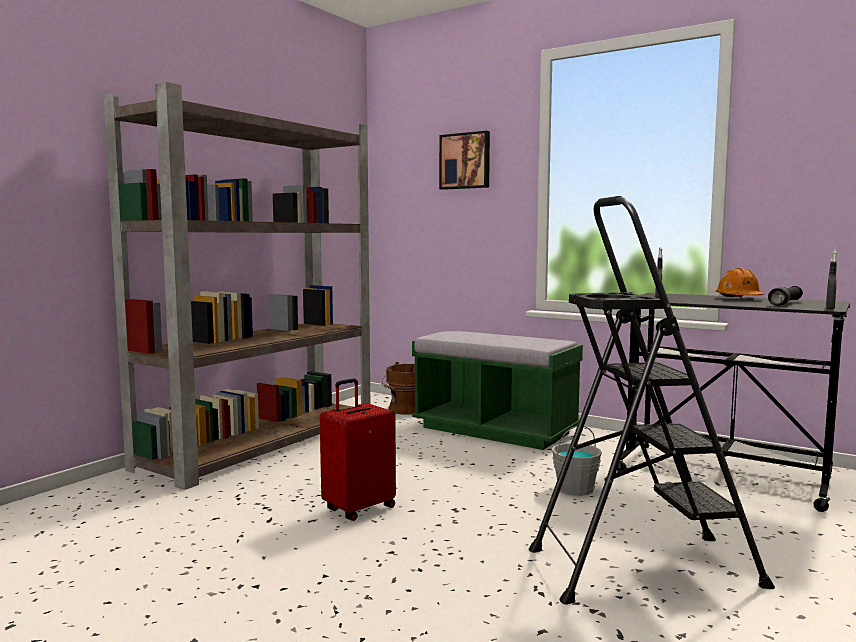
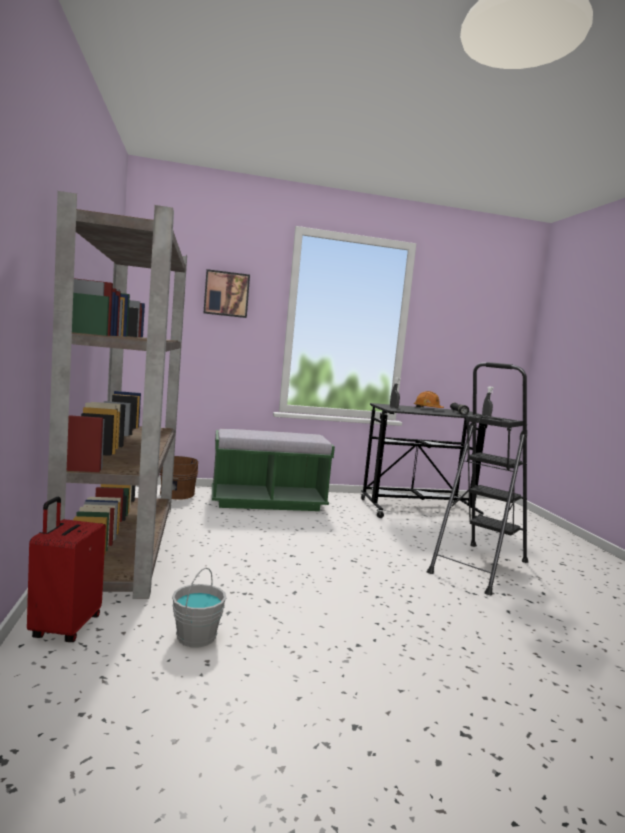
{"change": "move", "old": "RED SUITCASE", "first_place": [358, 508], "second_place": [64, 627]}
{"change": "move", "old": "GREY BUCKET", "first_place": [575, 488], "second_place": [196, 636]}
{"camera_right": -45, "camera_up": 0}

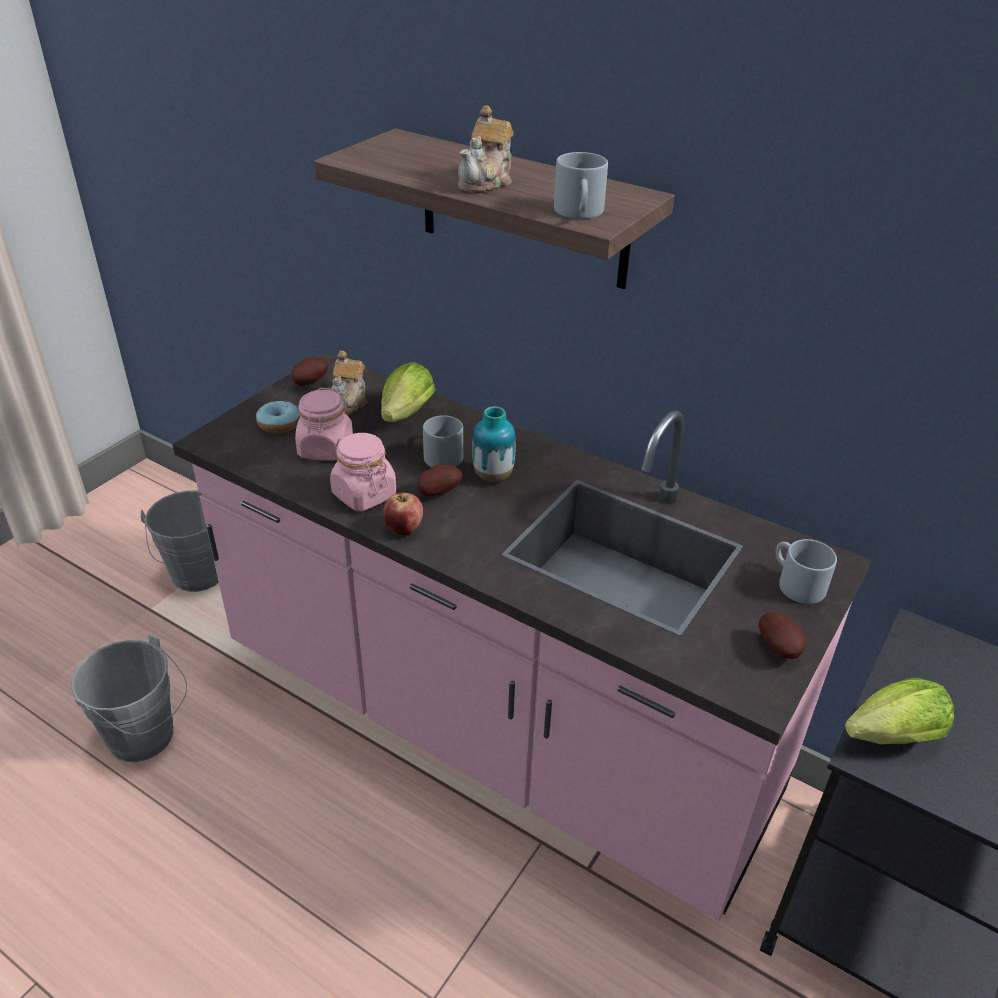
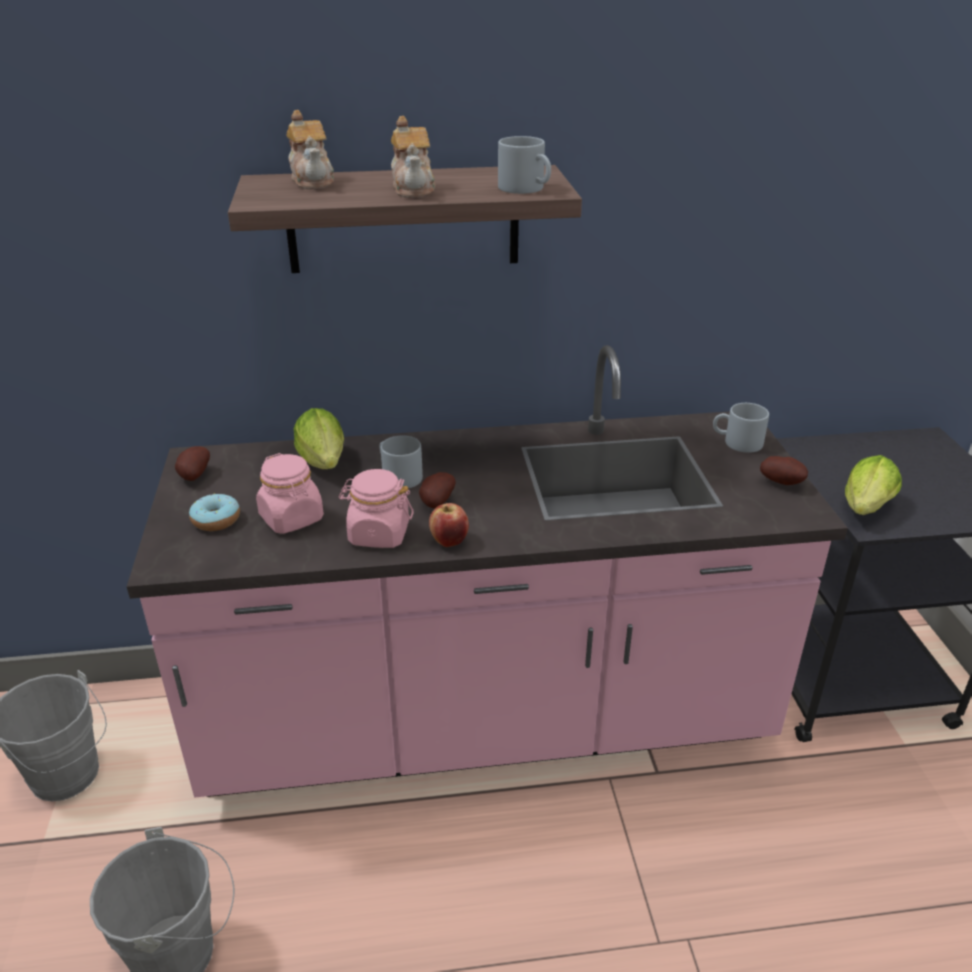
{"change": "move", "old": "TEAPOT", "first_place": [348, 403], "second_place": [313, 181]}
{"change": "delete", "old": "VASE", "first_place": [493, 476]}
{"camera_right": -40, "camera_up": -5}

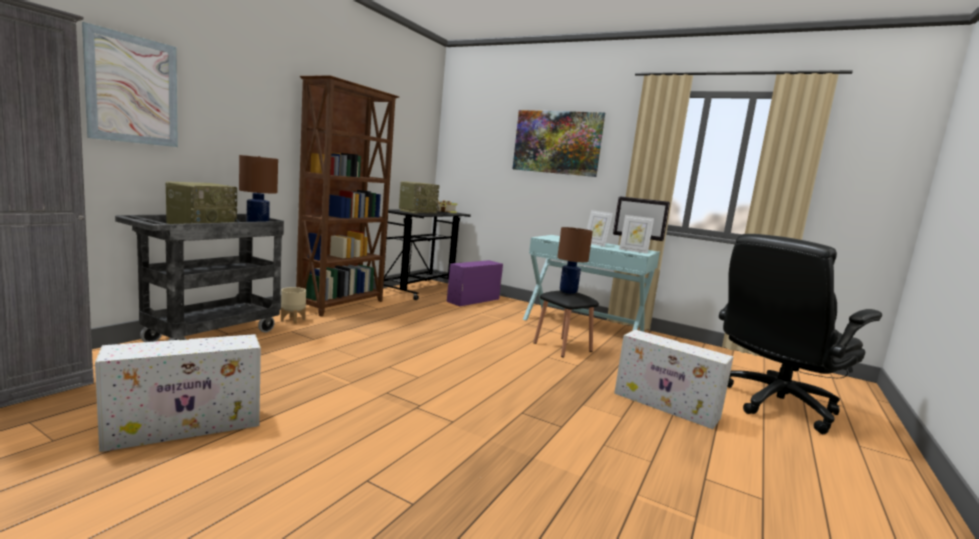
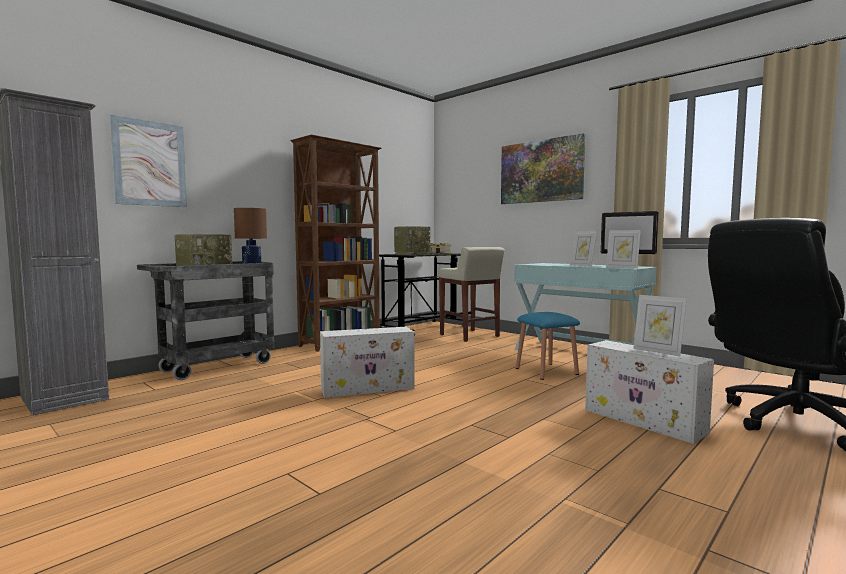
{"change": "move", "old": "WHITE STORAGE BOX", "first_place": [187, 427], "second_place": [369, 388]}
{"change": "delete", "old": "BEIGE PLANTER", "first_place": [293, 320]}
{"change": "replace", "old": "PURPLE STORAGE BOX", "new": "BEIGE STOOL", "first_place": [473, 300], "second_place": [470, 336]}
{"change": "recolor", "old": "BLACK STOOL", "new": "BLUE STOOL", "first_place": [562, 347], "second_place": [546, 371]}
{"change": "delete", "old": "BROWN TABLE LAMP", "first_place": [567, 292]}
{"change": "insert", "new": "PICTURE FRAME", "second_place": [657, 351]}
{"camera_right": 15, "camera_up": -5}

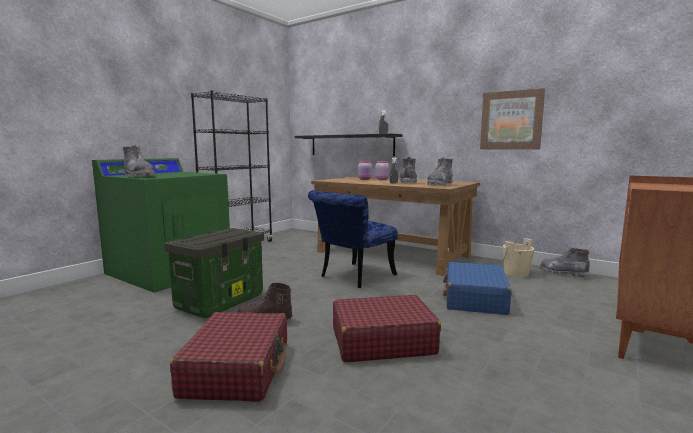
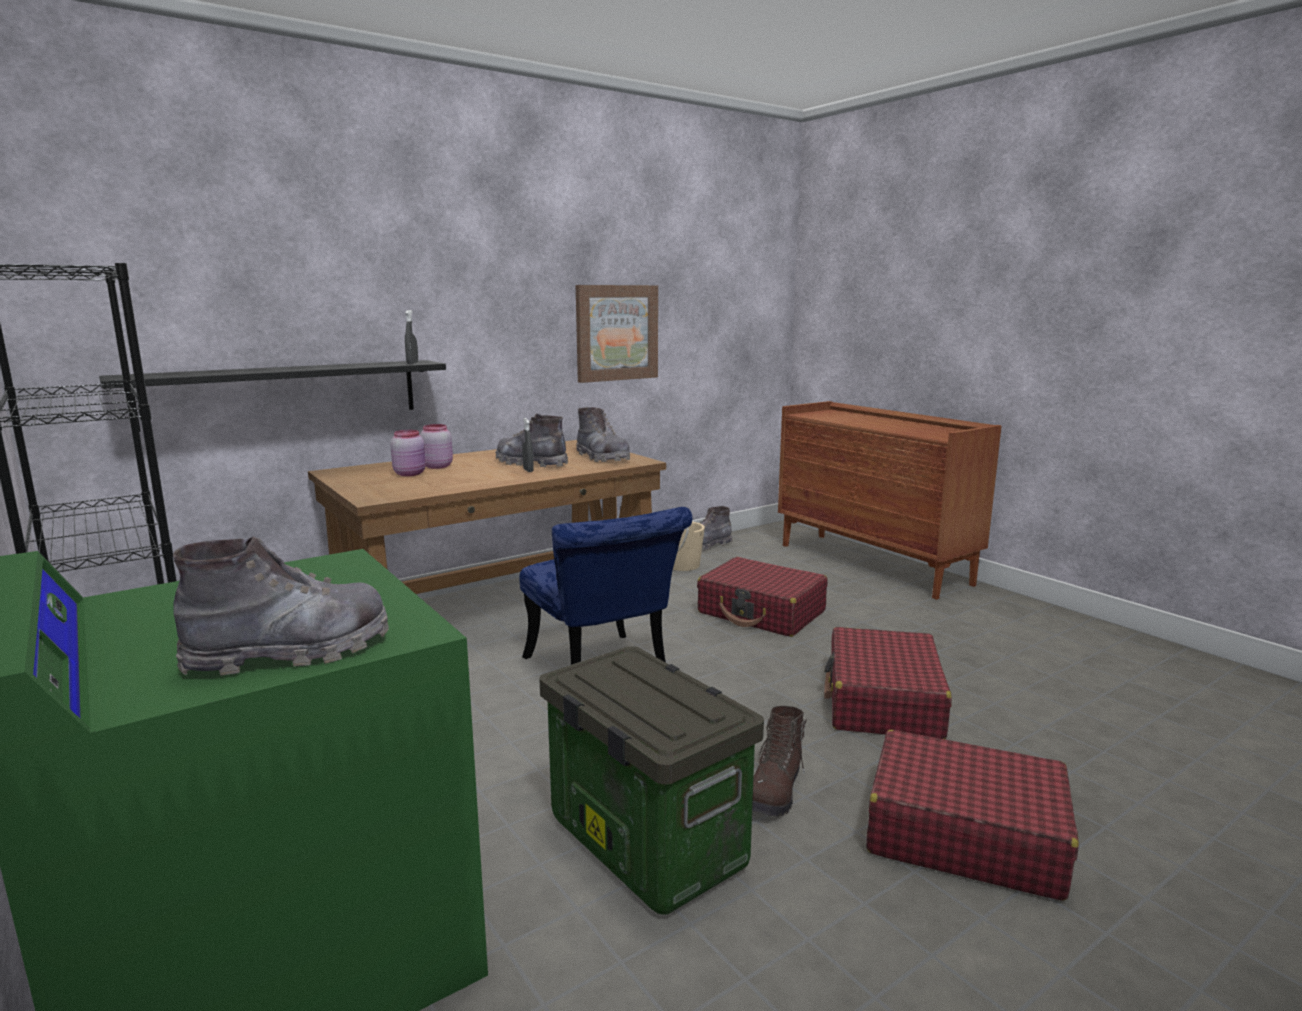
{"change": "recolor", "old": "BLUE SUITCASE", "new": "RED SUITCASE", "first_place": [475, 298], "second_place": [761, 612]}
{"camera_right": -70, "camera_up": 5}

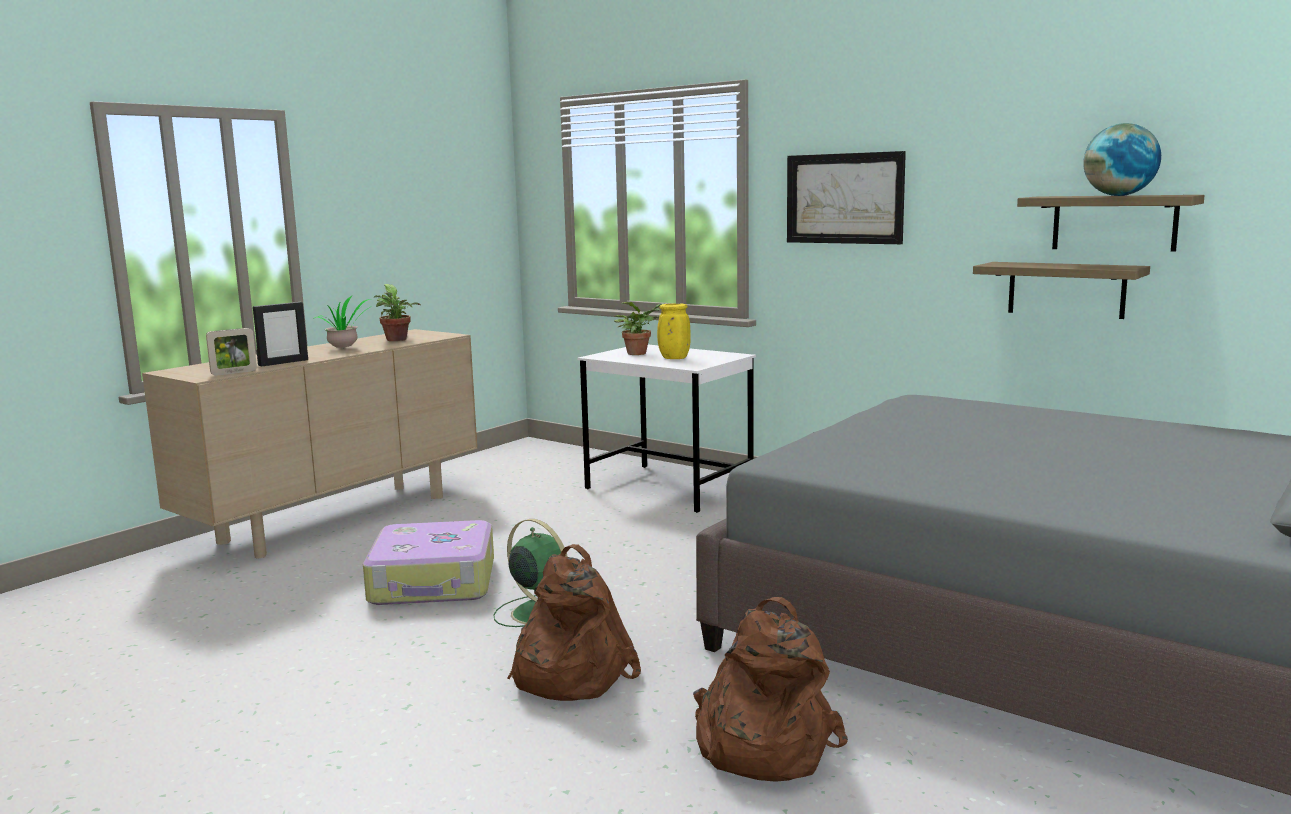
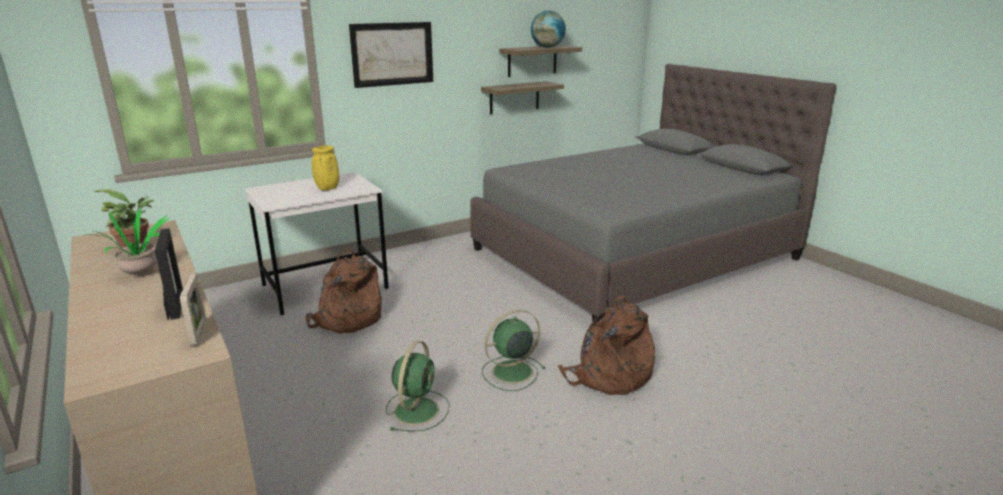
{"change": "replace", "old": "SUITCASE", "new": "GREEN FAN", "first_place": [434, 582], "second_place": [417, 409]}
{"change": "delete", "old": "POTTED PLANT", "first_place": [639, 353]}
{"change": "move", "old": "BROWN BACKPACK", "first_place": [760, 745], "second_place": [347, 319]}
{"camera_right": -70, "camera_up": 10}

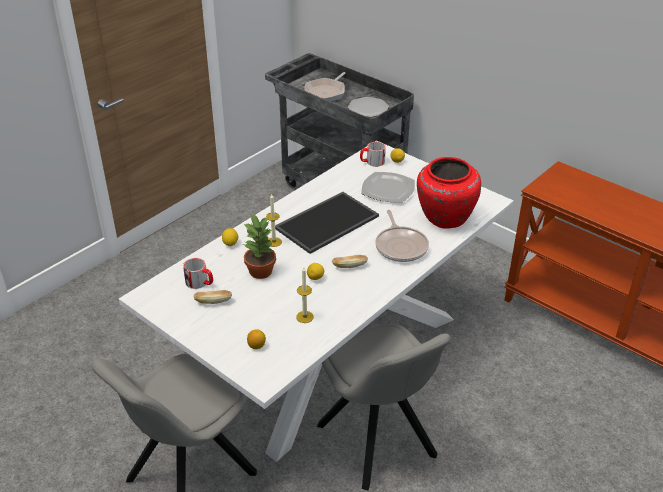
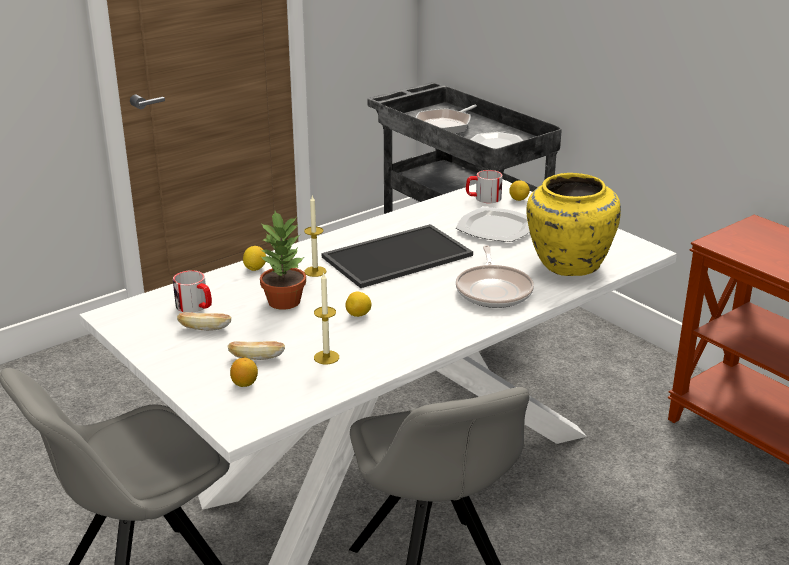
{"change": "move", "old": "BREAD", "first_place": [349, 266], "second_place": [256, 358]}
{"change": "recolor", "old": "RED VASE", "new": "YELLOW VASE", "first_place": [444, 218], "second_place": [567, 265]}
{"camera_right": 10, "camera_up": -10}

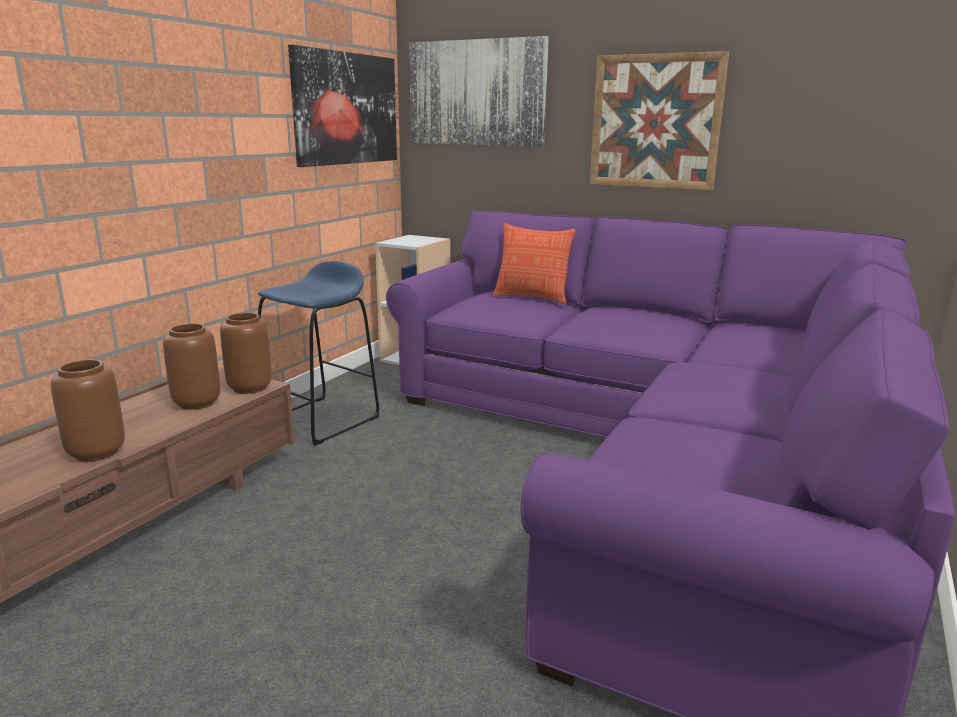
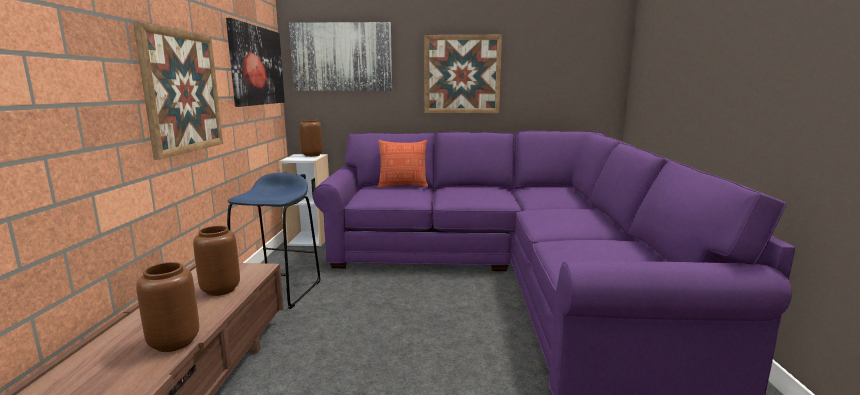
{"change": "move", "old": "BROWN VASE", "first_place": [249, 388], "second_place": [312, 155]}
{"change": "insert", "new": "PICTURE", "second_place": [183, 92]}
{"camera_right": -25, "camera_up": -5}

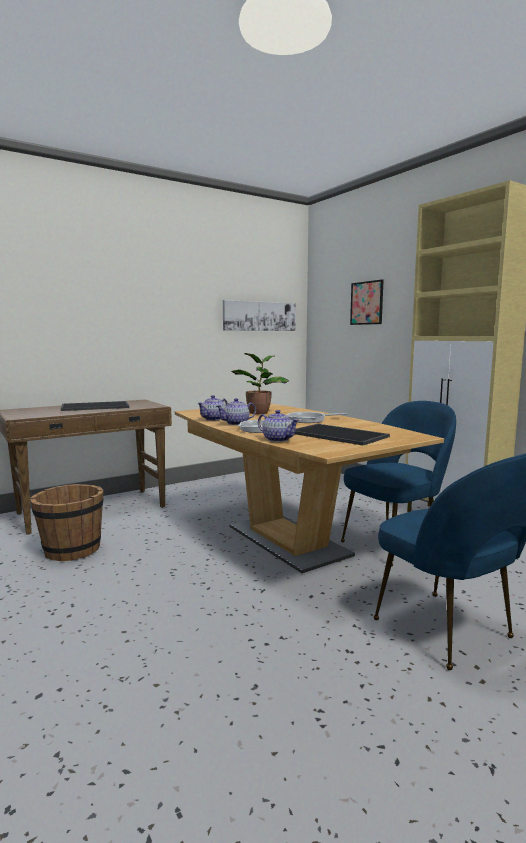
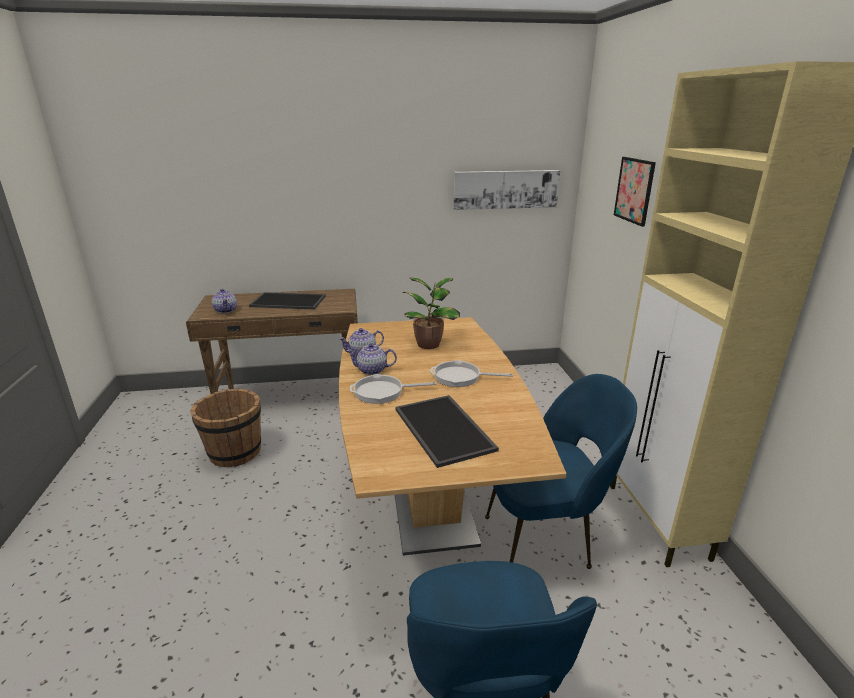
{"change": "move", "old": "TEAPOT", "first_place": [277, 439], "second_place": [226, 310]}
{"camera_right": 25, "camera_up": 15}

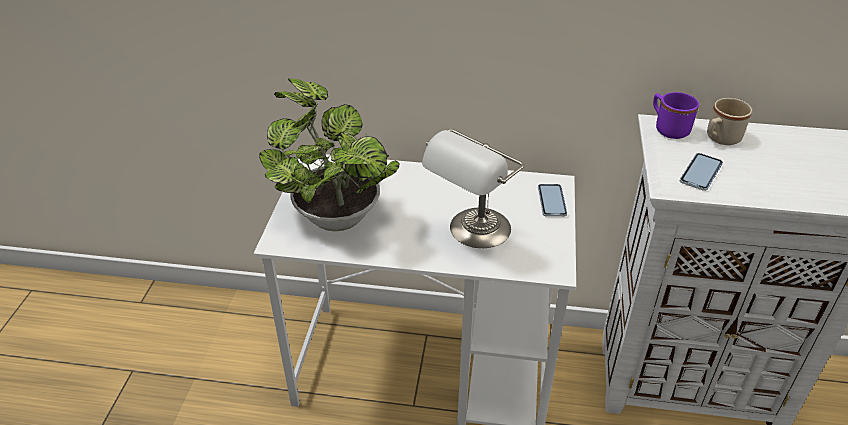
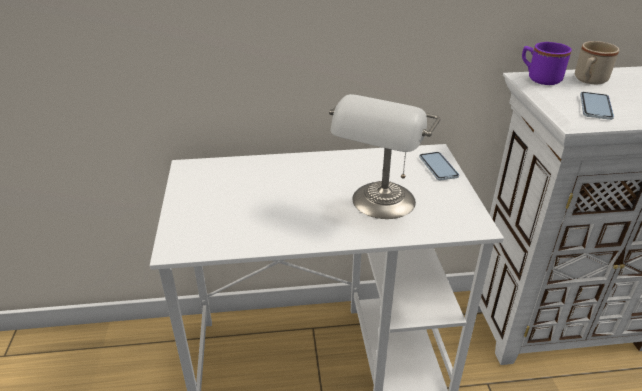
{"change": "delete", "old": "POTTED PLANT", "first_place": [333, 214]}
{"camera_right": -15, "camera_up": -5}

